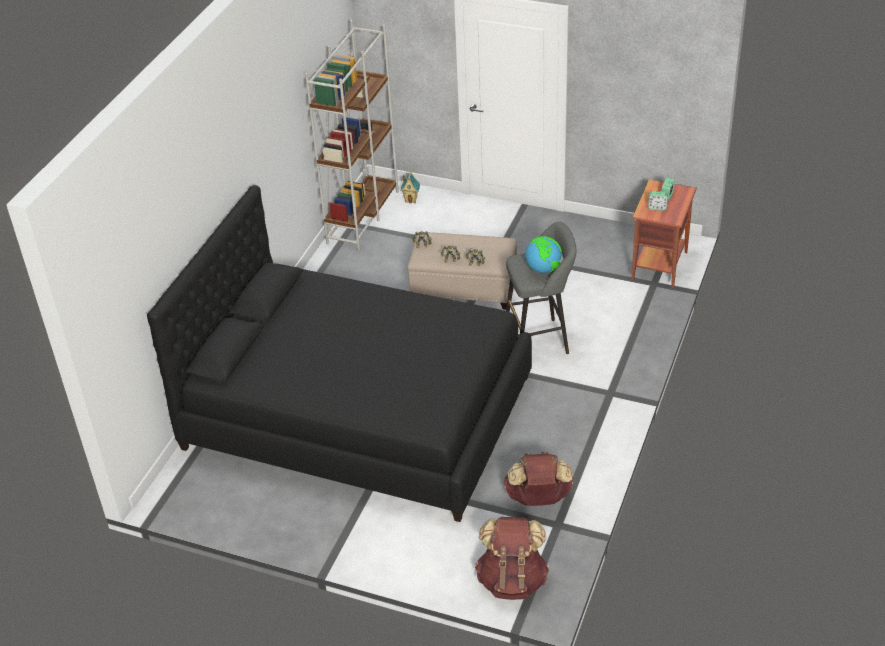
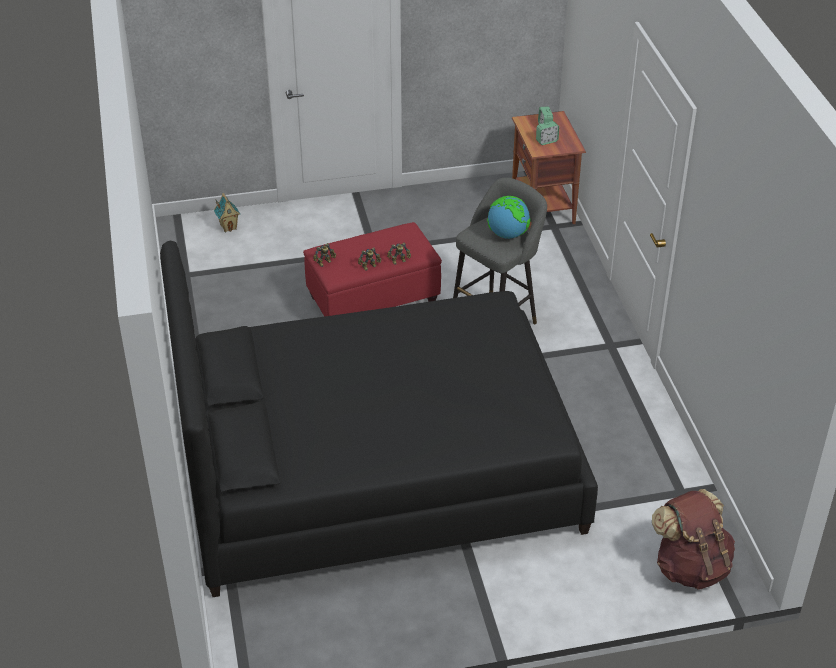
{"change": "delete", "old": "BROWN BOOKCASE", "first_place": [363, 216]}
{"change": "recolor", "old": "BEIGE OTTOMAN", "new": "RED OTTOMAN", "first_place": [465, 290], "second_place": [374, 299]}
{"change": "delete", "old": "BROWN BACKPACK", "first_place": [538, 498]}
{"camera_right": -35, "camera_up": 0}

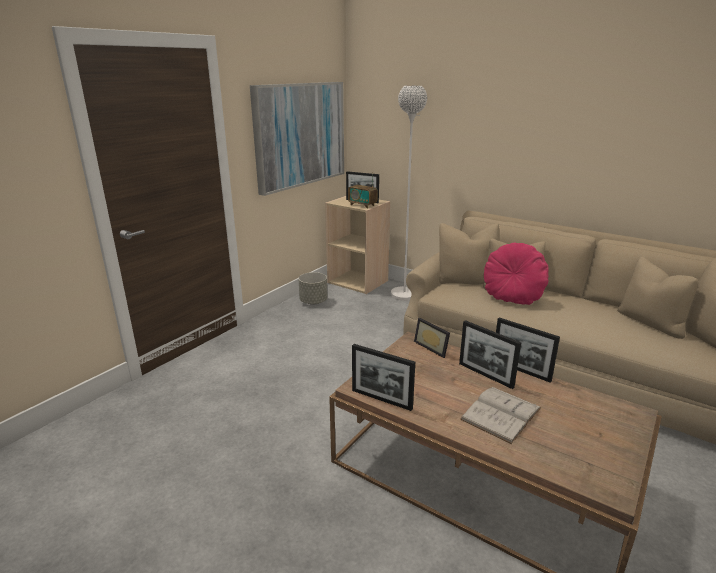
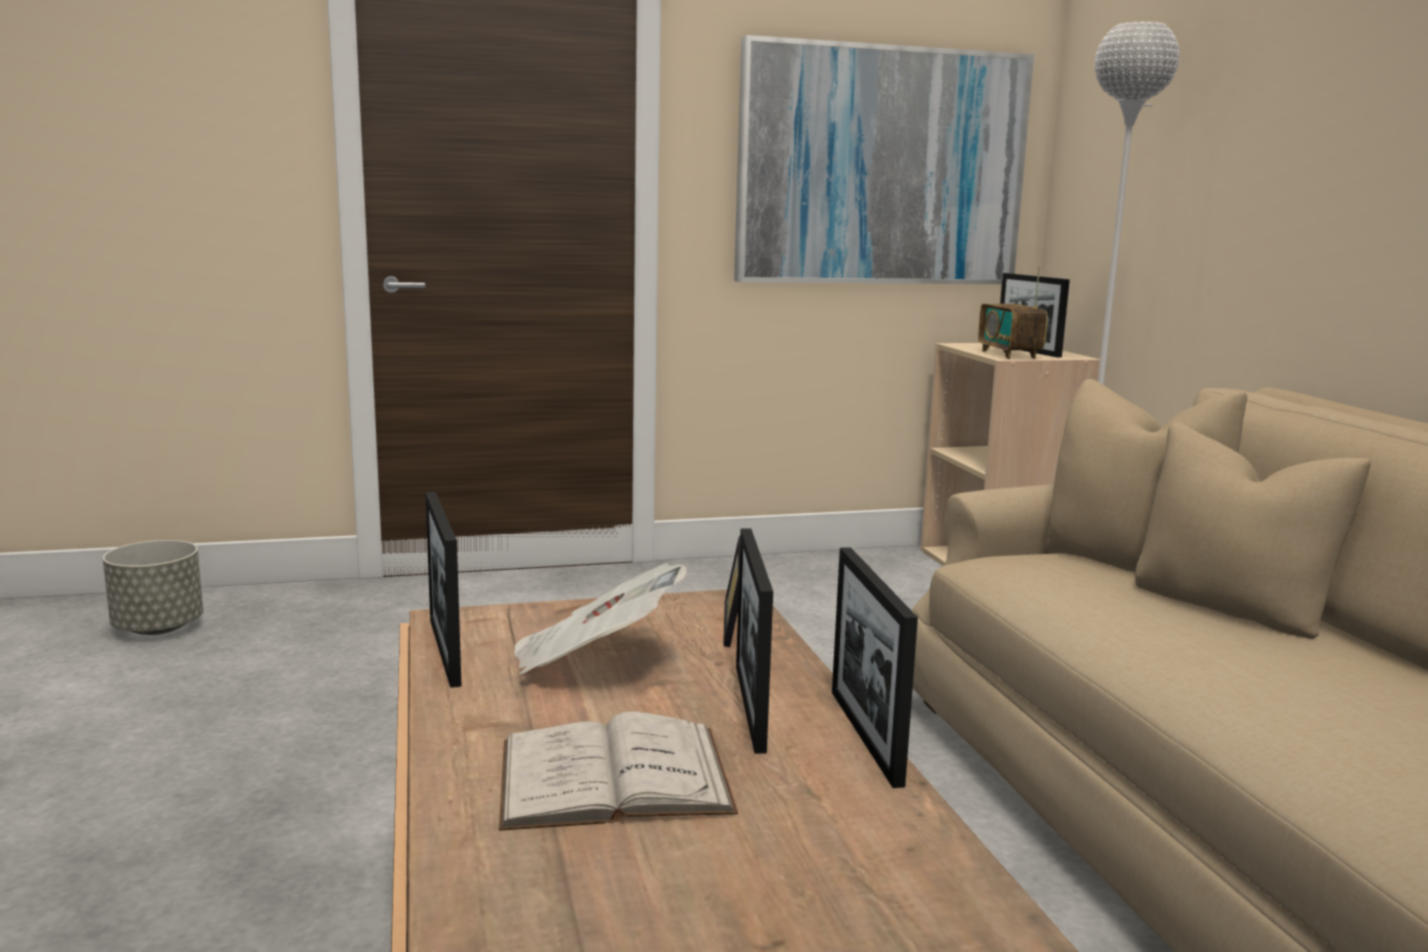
{"change": "move", "old": "GREY PLANTER", "first_place": [313, 301], "second_place": [159, 628]}
{"change": "delete", "old": "PINK PILLOW", "first_place": [512, 299]}
{"change": "insert", "new": "NEWSPAPER", "second_place": [593, 661]}
{"camera_right": 40, "camera_up": -10}

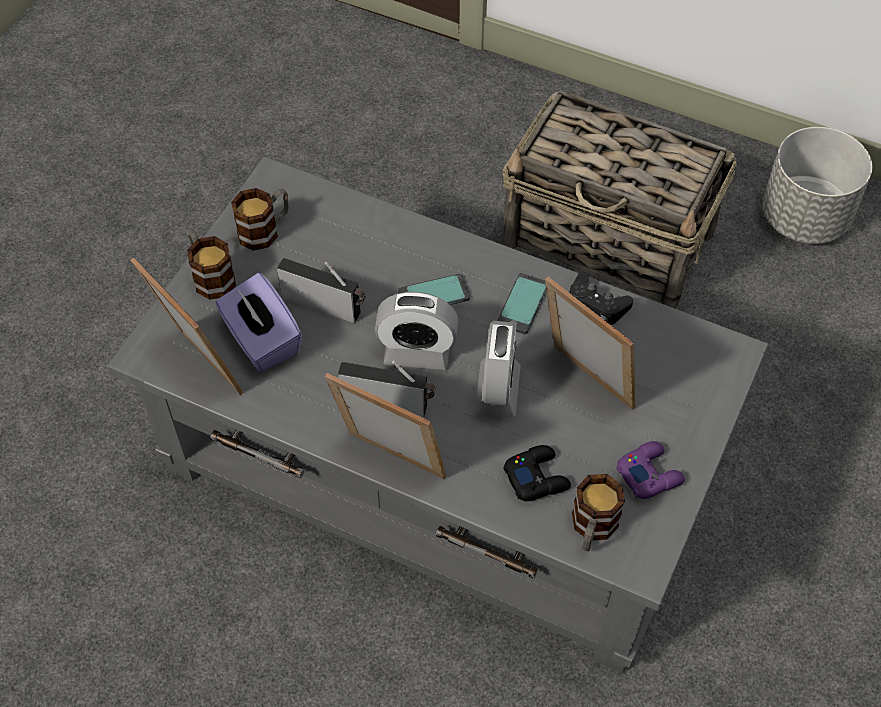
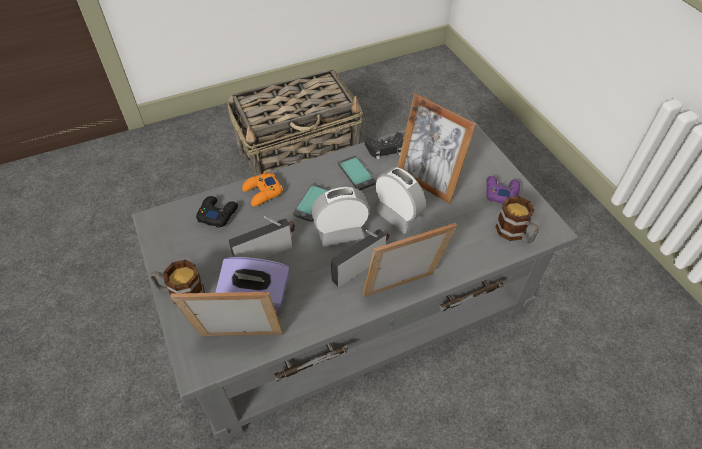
{"change": "delete", "old": "MUG", "first_place": [265, 229]}
{"change": "rotate", "old": "ALARM CLOCK", "first_place": [417, 352], "second_place": [341, 233], "degrees": -150}
{"change": "move", "old": "BLACK GAME CONTROLLER", "first_place": [537, 477], "second_place": [217, 214]}
{"change": "rotate", "old": "PICTURE FRAME", "first_place": [585, 385], "second_place": [428, 182], "degrees": -135}
{"change": "delete", "old": "GREY PLANTER", "first_place": [805, 218]}
{"change": "insert", "new": "ORANGE GAME CONTROLLER", "second_place": [262, 193]}
{"camera_right": -50, "camera_up": -5}

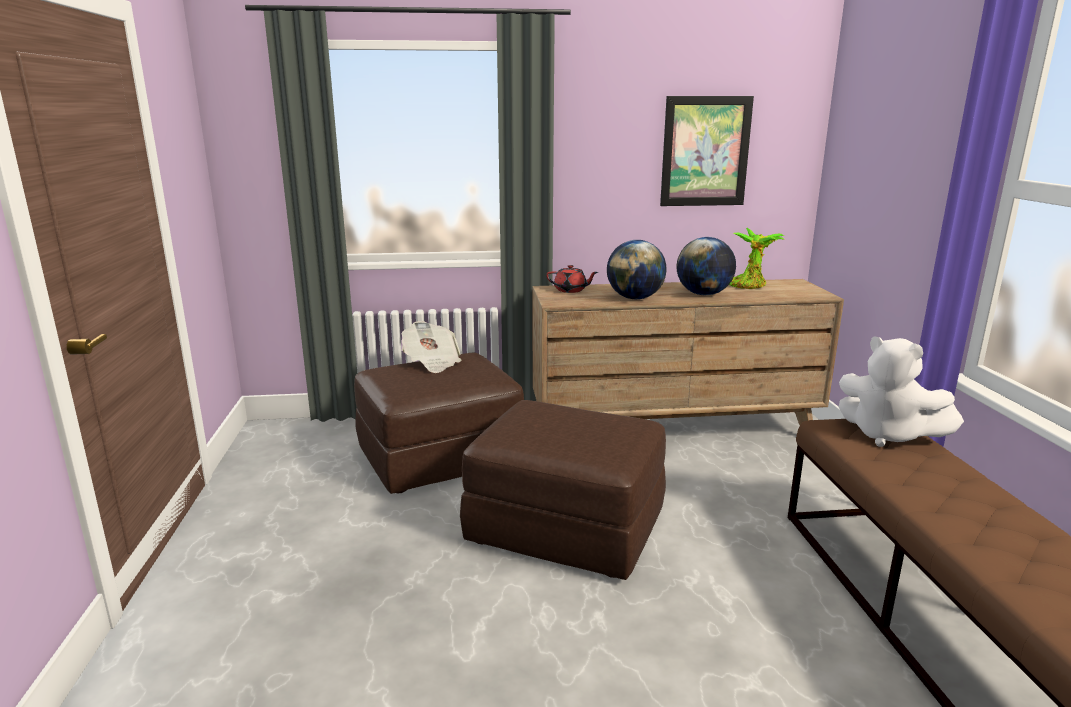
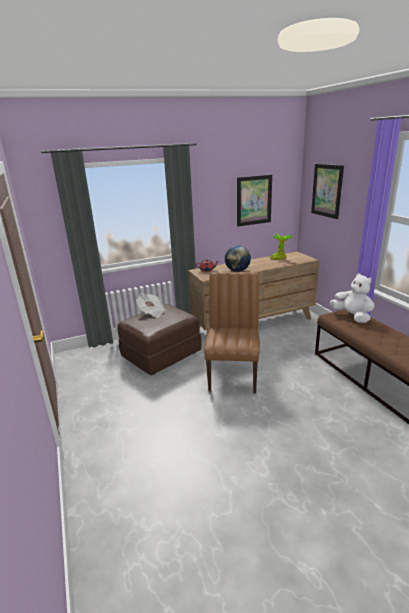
{"change": "replace", "old": "BROWN OTTOMAN", "new": "BROWN CHAIR", "first_place": [567, 527], "second_place": [233, 375]}
{"change": "delete", "old": "GLOBE", "first_place": [703, 294]}
{"change": "rotate", "old": "WHITE PLUSH TOY", "first_place": [887, 435], "second_place": [352, 316], "degrees": -150}
{"change": "insert", "new": "PICTURE", "second_place": [327, 190]}
{"camera_right": -15, "camera_up": 5}

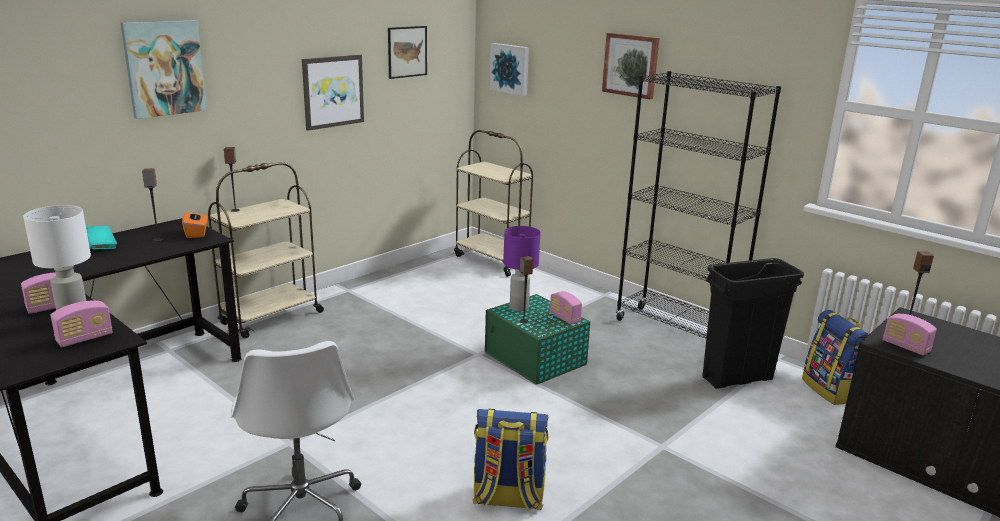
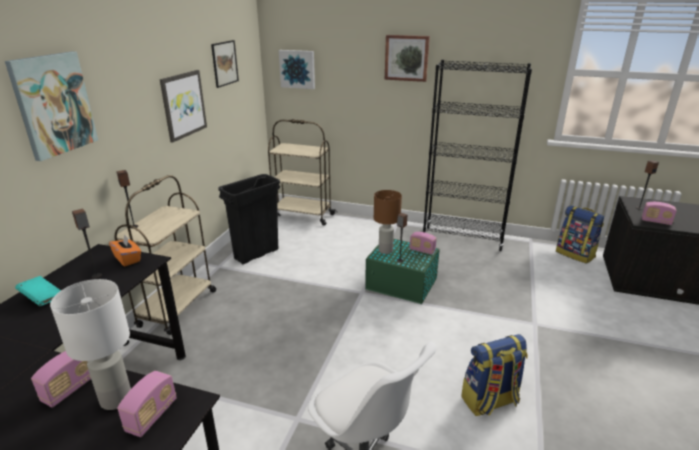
{"change": "recolor", "old": "PURPLE TABLE LAMP", "new": "BROWN TABLE LAMP", "first_place": [518, 307], "second_place": [385, 250]}
{"change": "move", "old": "BLACK TRASH CAN", "first_place": [737, 378], "second_place": [256, 254]}
{"camera_right": -25, "camera_up": 5}

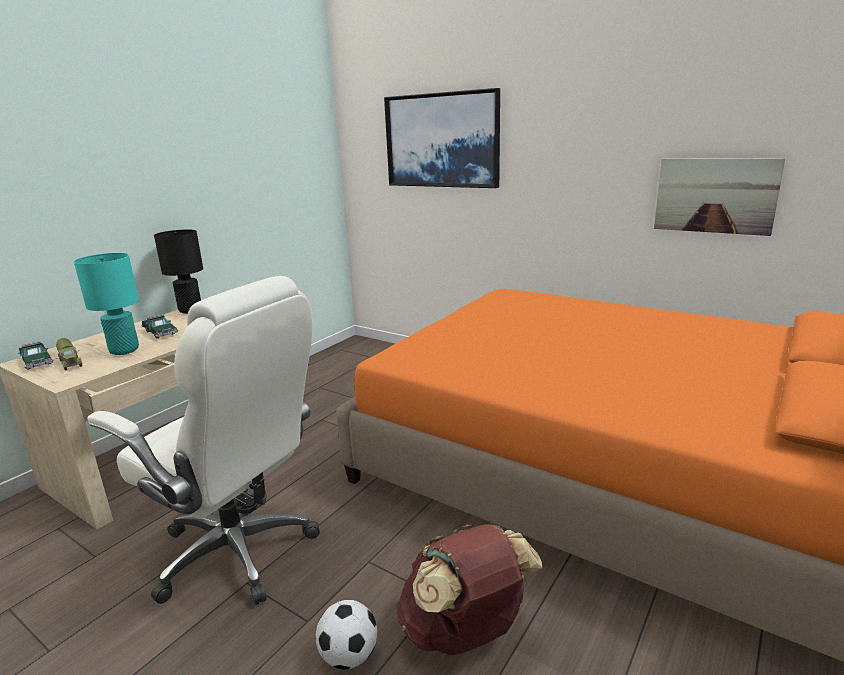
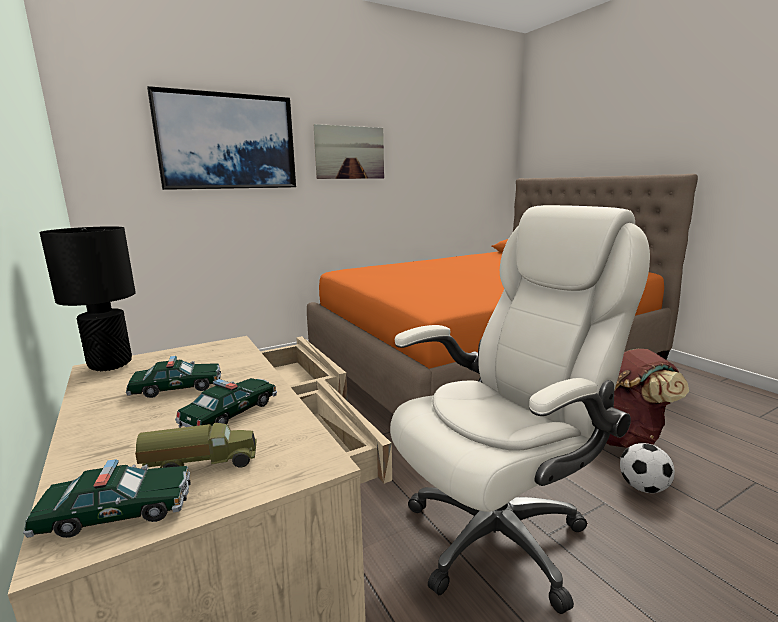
{"change": "replace", "old": "TURQUOISE TABLE LAMP", "new": "TOY CAR", "first_place": [125, 352], "second_place": [230, 413]}
{"change": "move", "old": "PICTURE", "first_place": [715, 195], "second_place": [350, 152]}
{"camera_right": -65, "camera_up": -5}

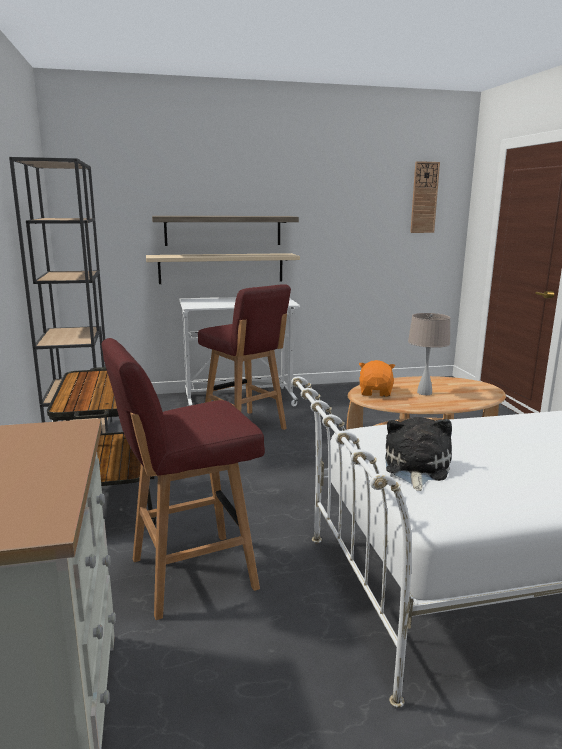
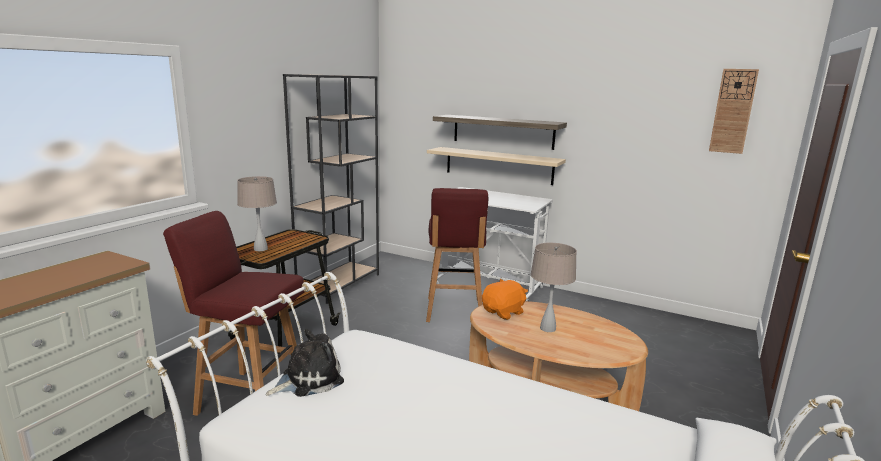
{"change": "insert", "new": "BEIGE TABLE LAMP", "second_place": [261, 249]}
{"camera_right": 40, "camera_up": 0}

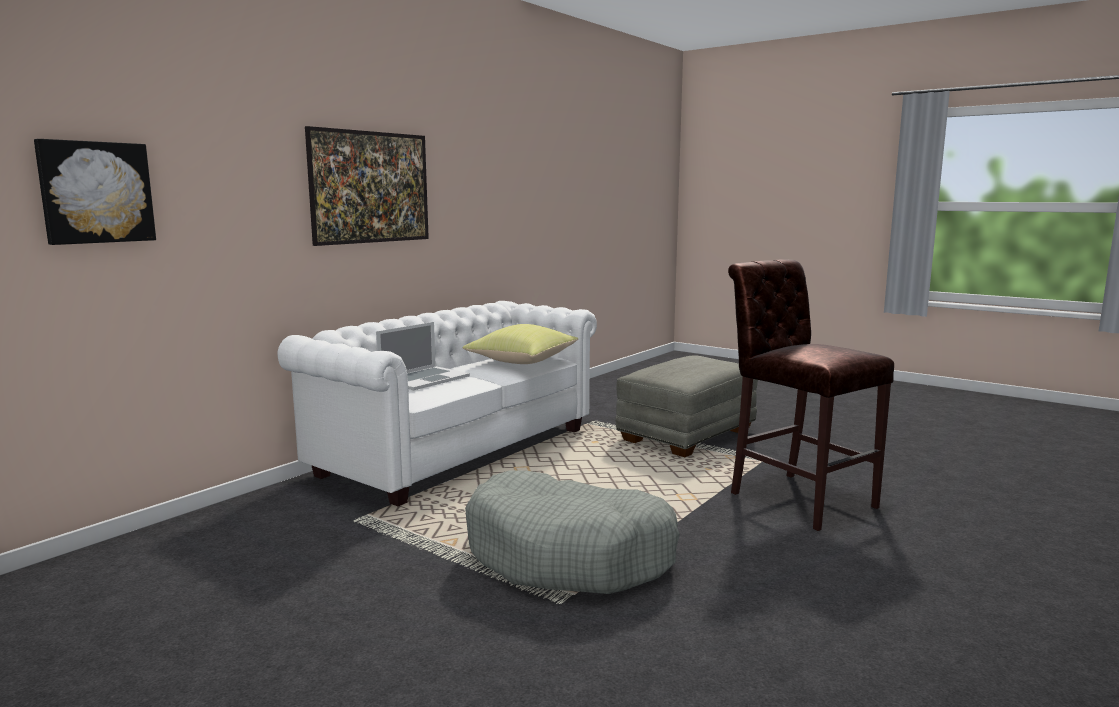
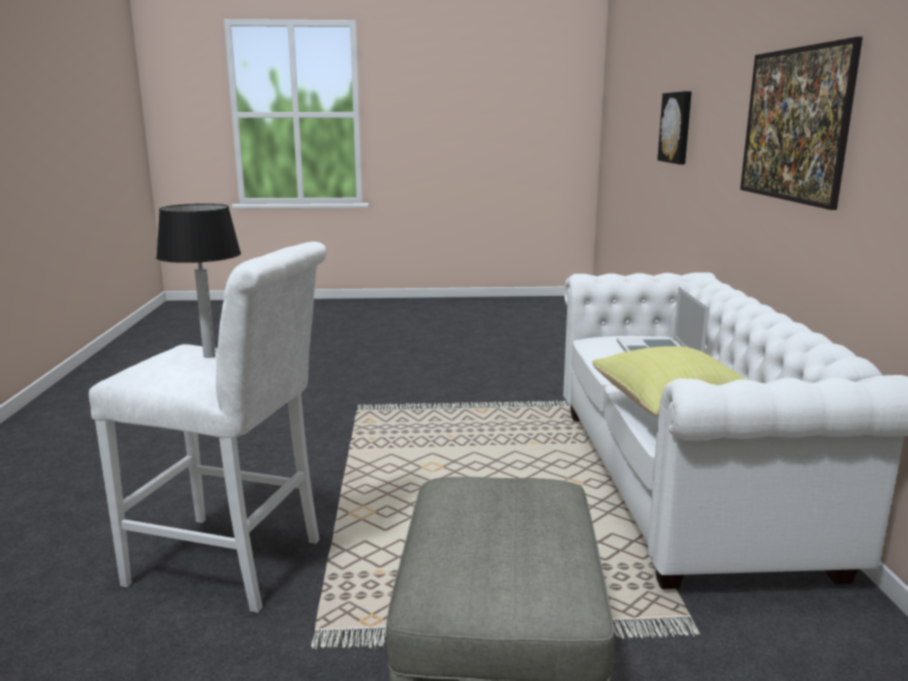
{"change": "delete", "old": "GREY DOG BED", "first_place": [570, 555]}
{"change": "recolor", "old": "BROWN STOOL", "new": "WHITE STOOL", "first_place": [796, 497], "second_place": [234, 564]}
{"change": "insert", "new": "TABLE LAMP", "second_place": [210, 355]}
{"camera_right": 140, "camera_up": 5}

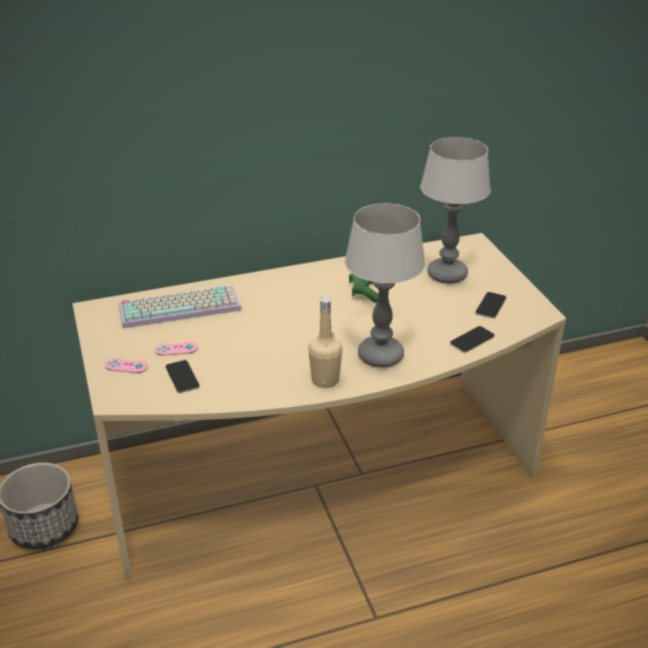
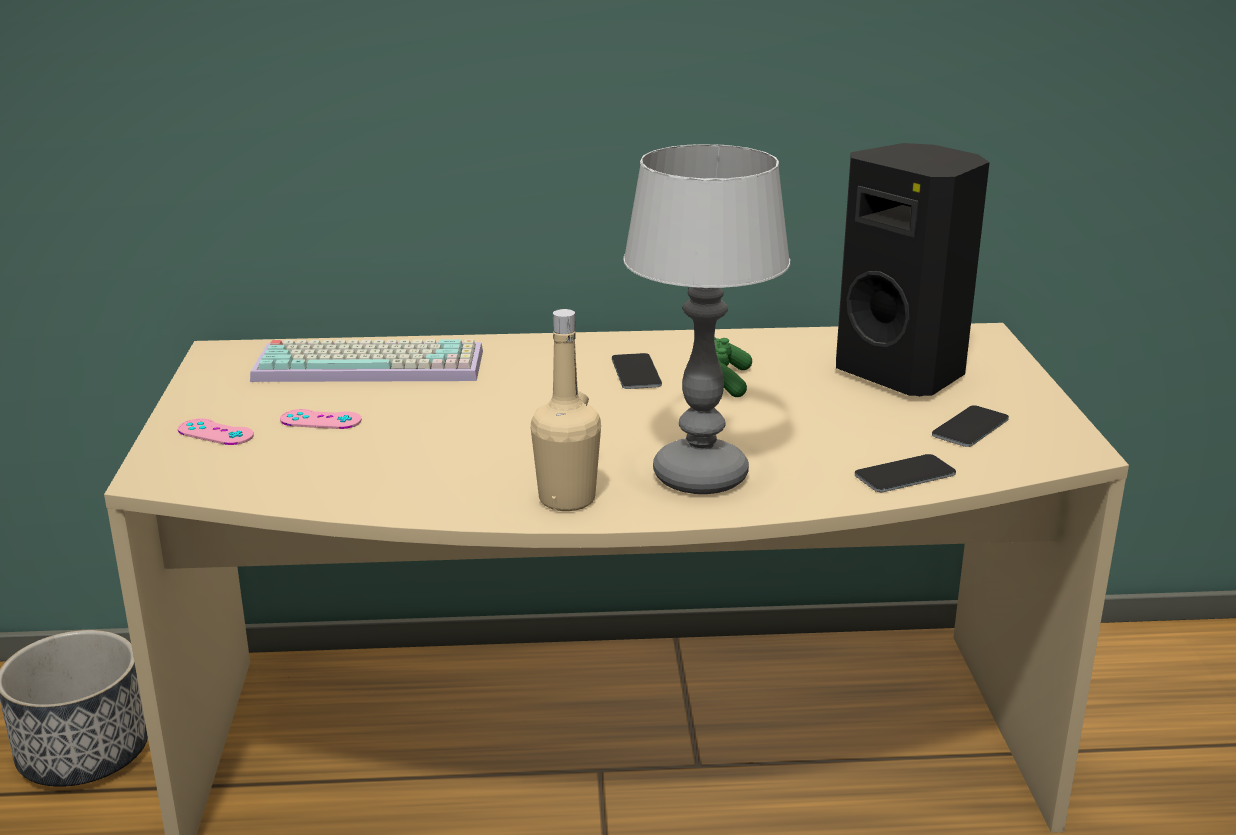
{"change": "move", "old": "PHONE", "first_place": [182, 377], "second_place": [636, 372]}
{"change": "replace", "old": "TABLE LAMP", "new": "BLACK SPEAKER", "first_place": [448, 275], "second_place": [903, 373]}
{"camera_right": 15, "camera_up": -10}

